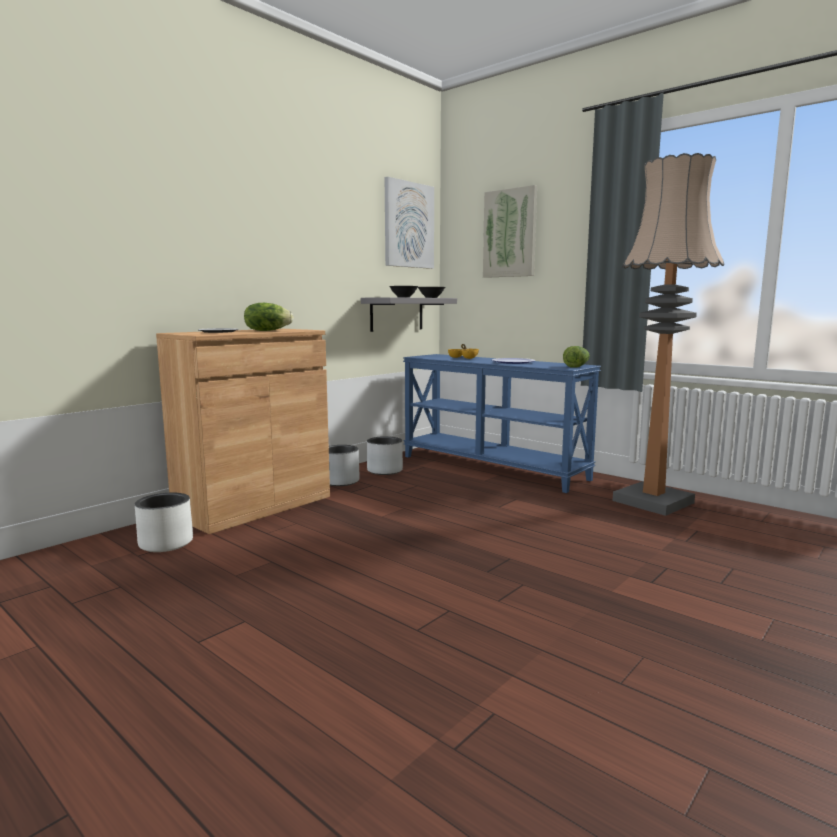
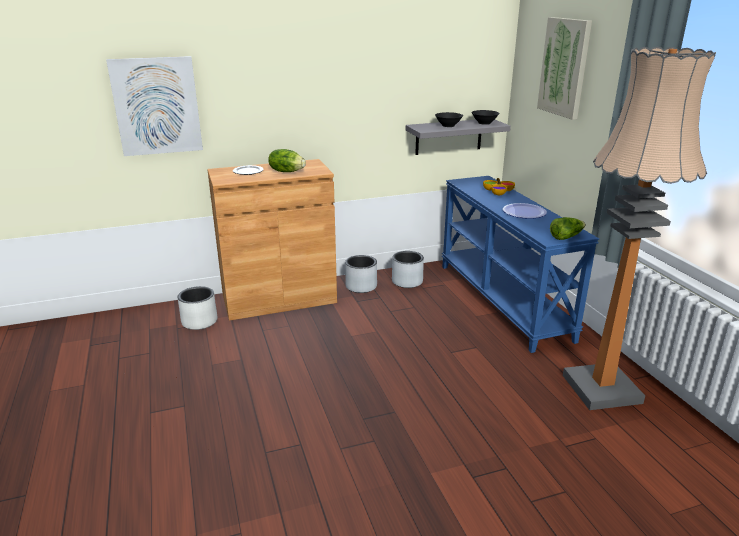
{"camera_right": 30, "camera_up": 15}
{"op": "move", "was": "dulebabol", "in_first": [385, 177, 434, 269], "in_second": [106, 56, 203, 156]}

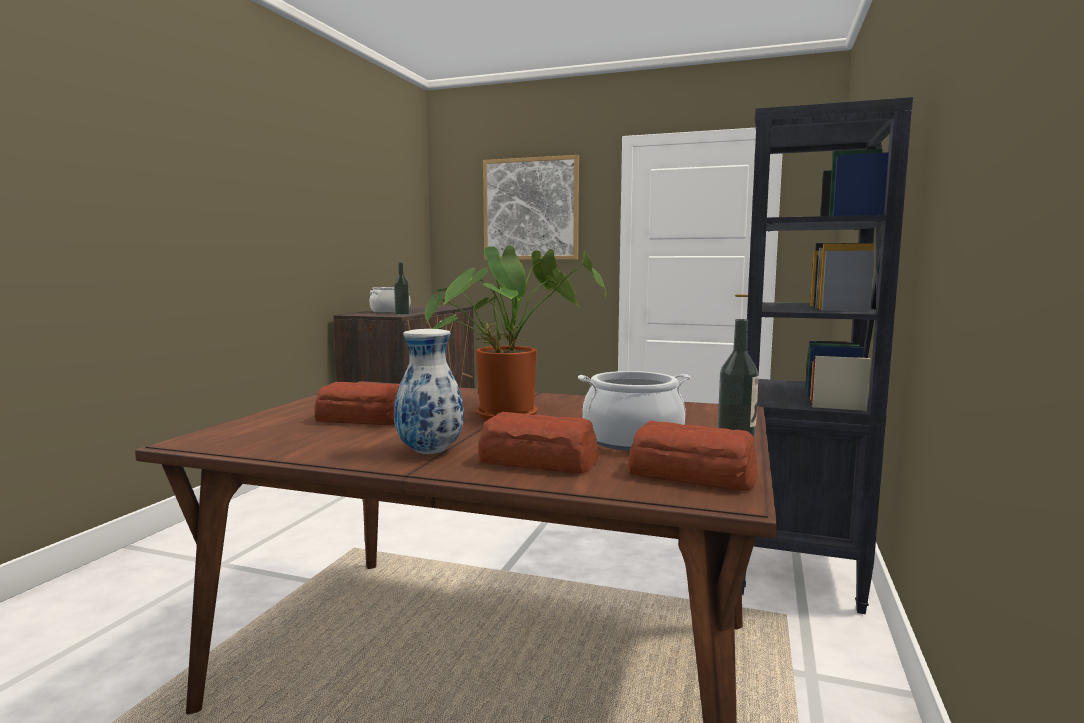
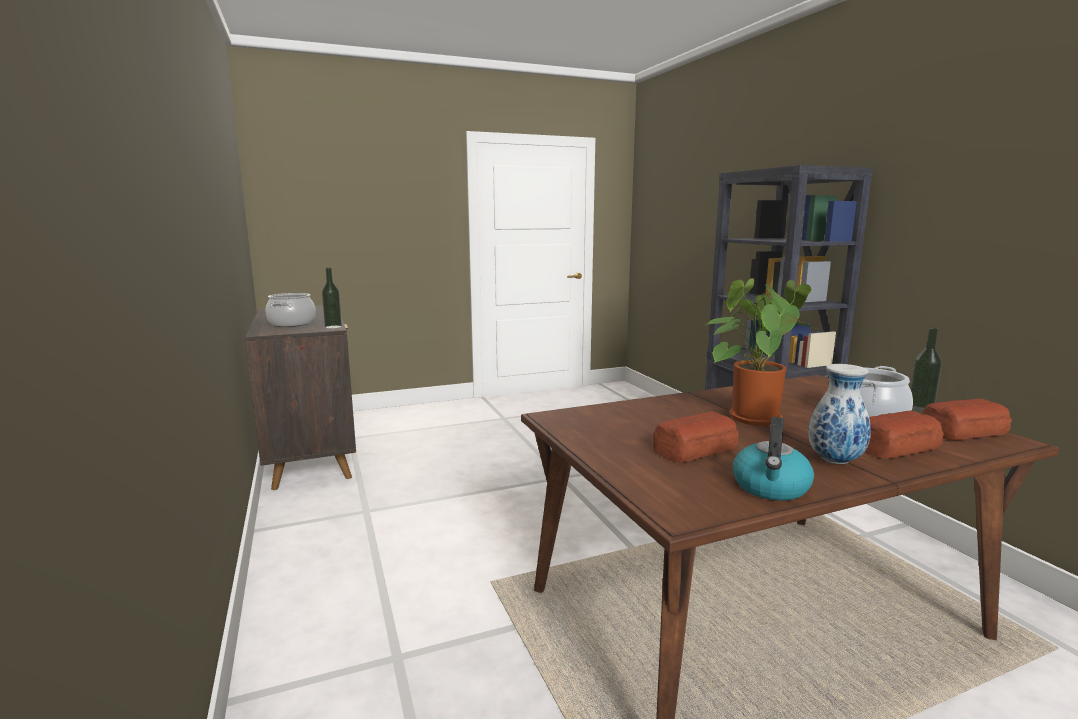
{"camera_right": -40, "camera_up": 5}
{"op": "delete", "was": "dulebabol", "in_first": [483, 155, 579, 260]}
{"op": "insert", "now": "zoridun", "in_second": [733, 417, 814, 501]}

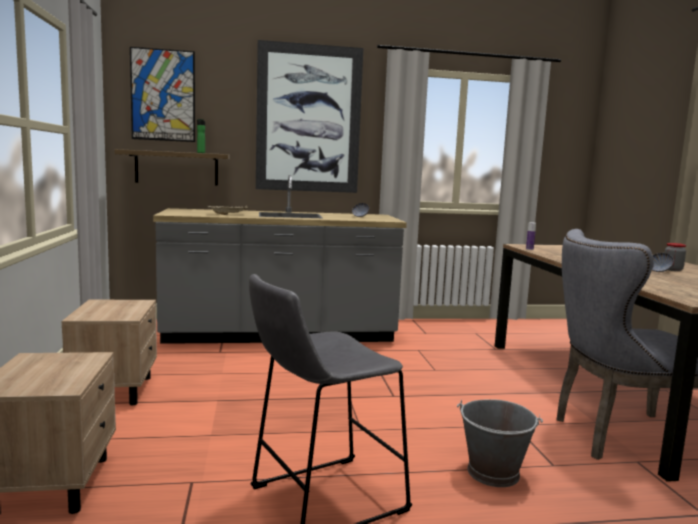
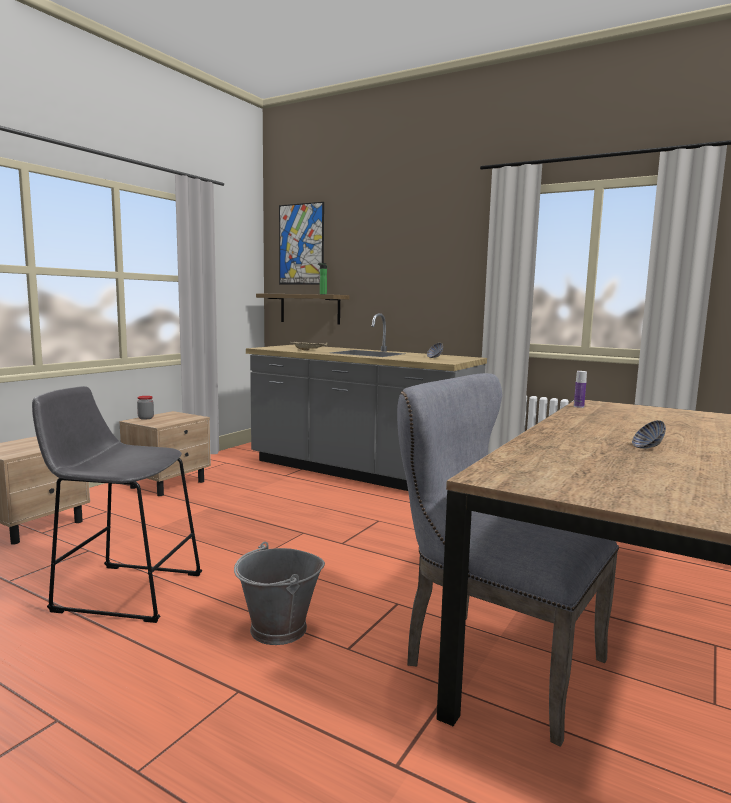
{"camera_right": 40, "camera_up": 0}
{"op": "delete", "was": "dulebabol", "in_first": [256, 40, 363, 193]}
{"op": "move", "was": "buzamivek", "in_first": [665, 243, 686, 271], "in_second": [137, 396, 154, 420]}

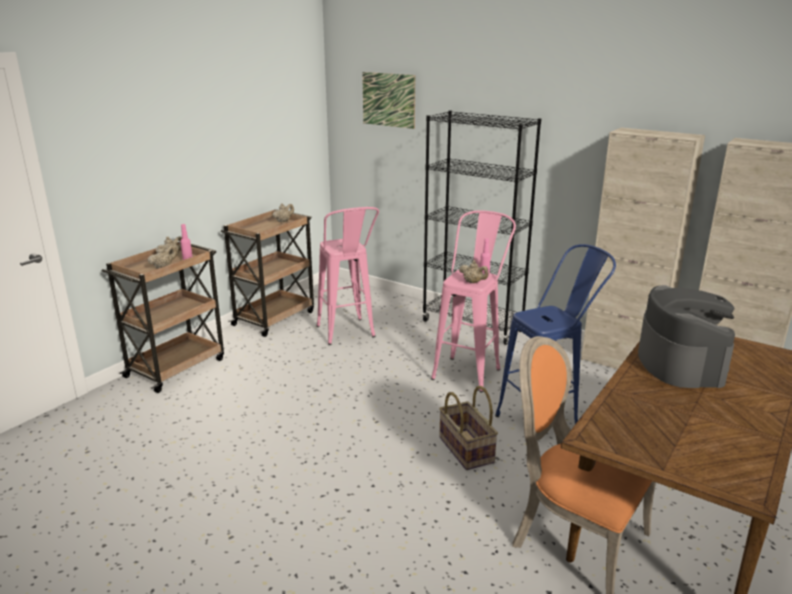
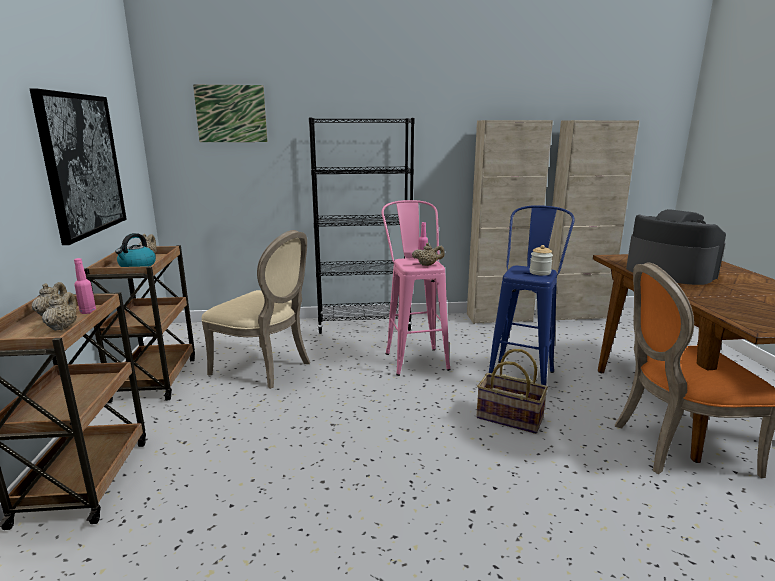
{"camera_right": -40, "camera_up": -5}
{"op": "replace", "was": "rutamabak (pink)", "now": "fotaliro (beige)", "in_first": [317, 207, 379, 345], "in_second": [201, 230, 310, 389]}
{"op": "insert", "now": "dulebabol", "in_second": [30, 89, 127, 245]}
{"op": "insert", "now": "zoridun", "in_second": [115, 233, 156, 267]}
{"op": "insert", "now": "buzamivek", "in_second": [530, 245, 553, 276]}

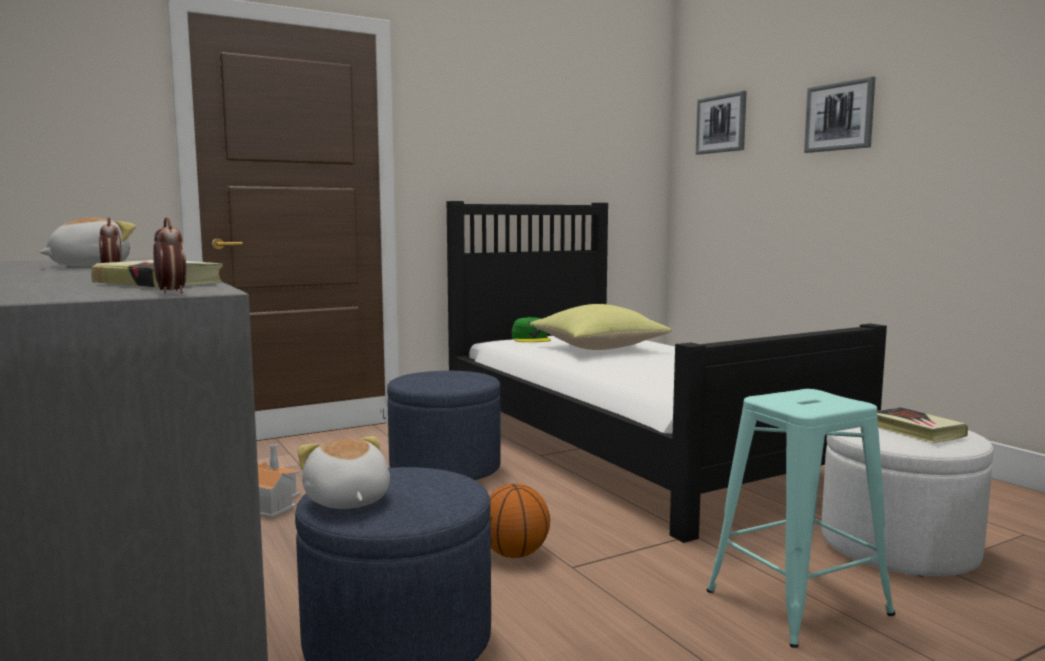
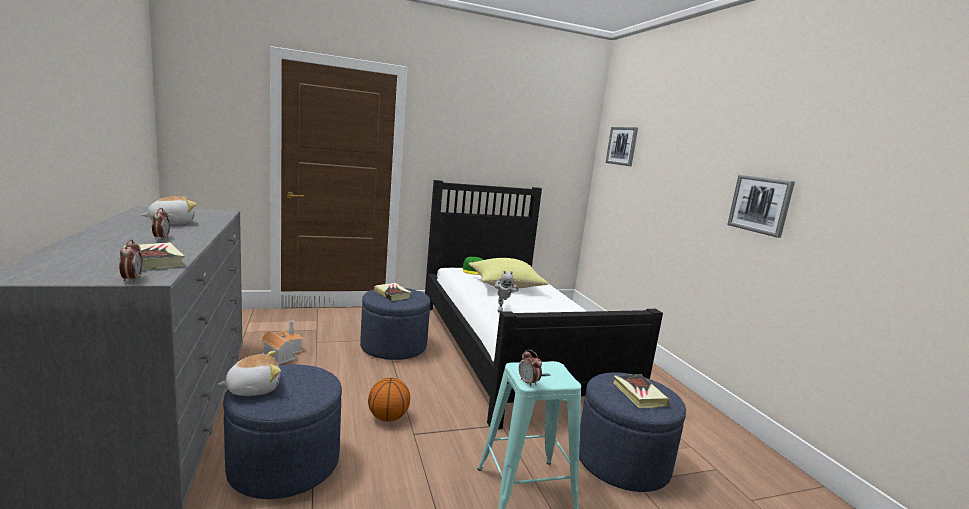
{"camera_right": 10, "camera_up": 5}
{"op": "rotate", "was": "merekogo", "in_first": [297, 436, 390, 509], "in_second": [218, 351, 281, 396], "clockwise": 75}
{"op": "move", "was": "dulebabol", "in_first": [804, 76, 875, 153], "in_second": [727, 175, 795, 238]}
{"op": "recolor", "was": "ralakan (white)", "now": "ralakan (blue)", "in_first": [821, 427, 994, 576], "in_second": [579, 372, 686, 492]}
{"op": "insert", "now": "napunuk", "in_second": [374, 283, 411, 301]}
{"op": "insert", "now": "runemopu", "in_second": [494, 271, 519, 313]}
{"op": "insert", "now": "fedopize", "in_second": [519, 350, 542, 387]}

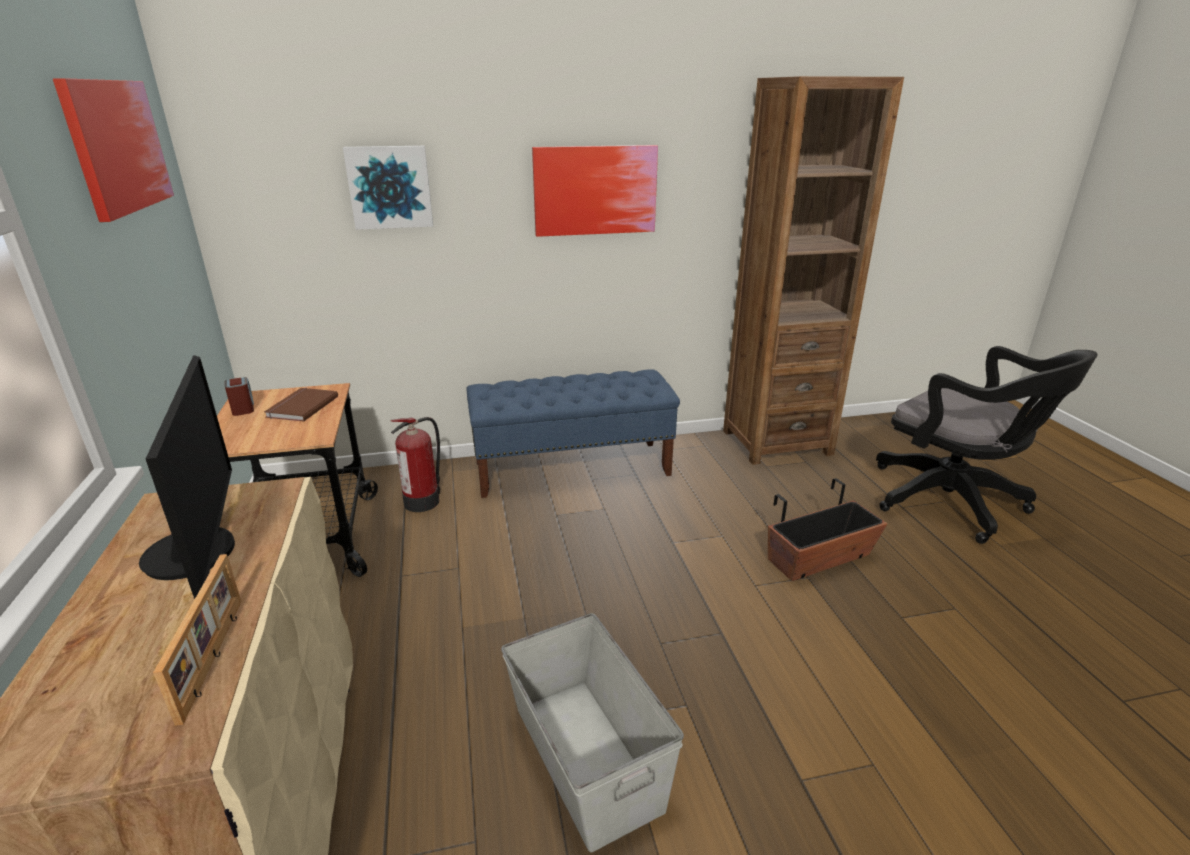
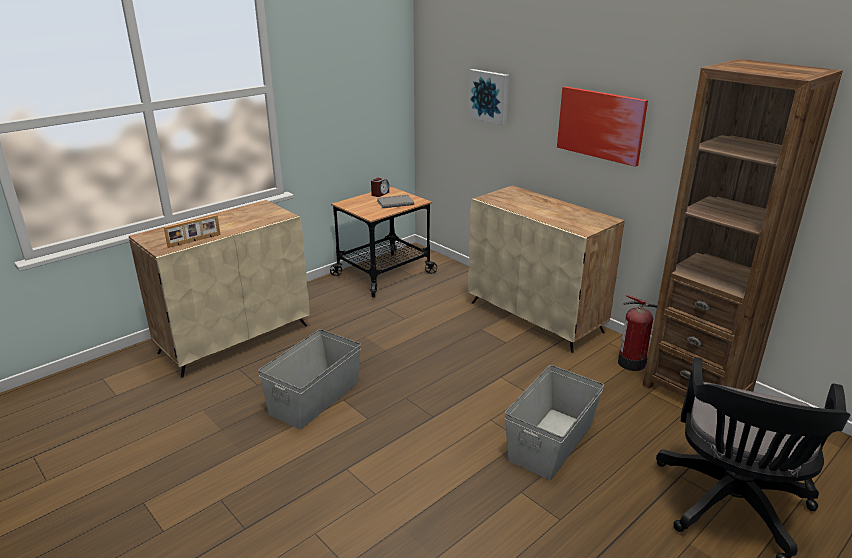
{"camera_right": 60, "camera_up": 0}
{"op": "delete", "was": "dulebabol", "in_first": [53, 78, 174, 222]}
{"op": "delete", "was": "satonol", "in_first": [139, 355, 235, 599]}
{"op": "recolor", "was": "napunuk (brown)", "now": "napunuk (grey)", "in_first": [264, 388, 338, 422], "in_second": [377, 194, 414, 208]}
{"op": "move", "was": "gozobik", "in_first": [390, 417, 440, 512], "in_second": [618, 295, 657, 371]}
{"op": "replace", "was": "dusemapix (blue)", "now": "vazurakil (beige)", "in_first": [466, 369, 680, 498], "in_second": [468, 185, 625, 353]}
{"op": "replace", "was": "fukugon", "now": "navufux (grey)", "in_first": [768, 478, 887, 581], "in_second": [505, 365, 604, 480]}

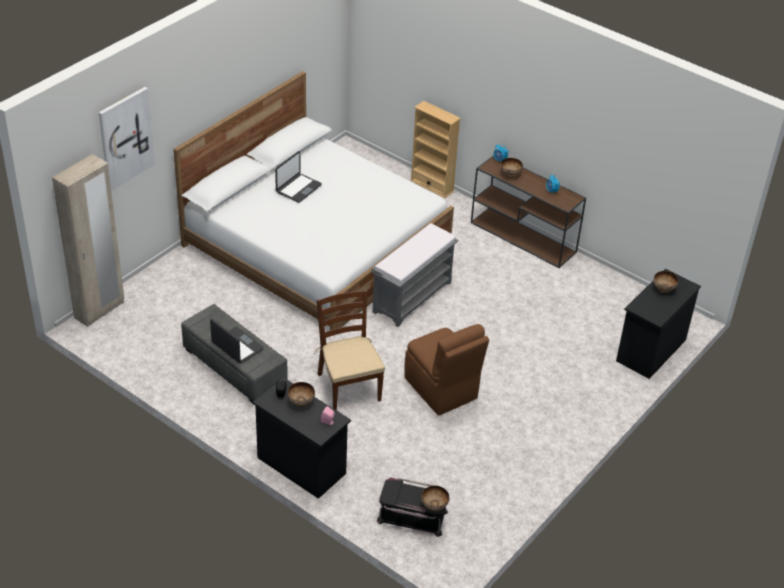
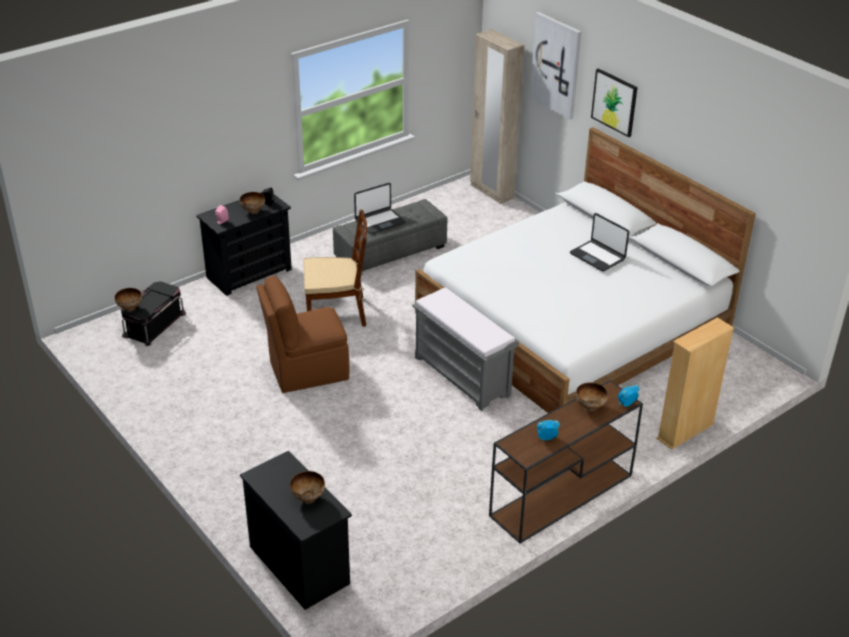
{"camera_right": 105, "camera_up": -5}
{"op": "insert", "now": "dulebabol", "in_second": [591, 68, 638, 137]}

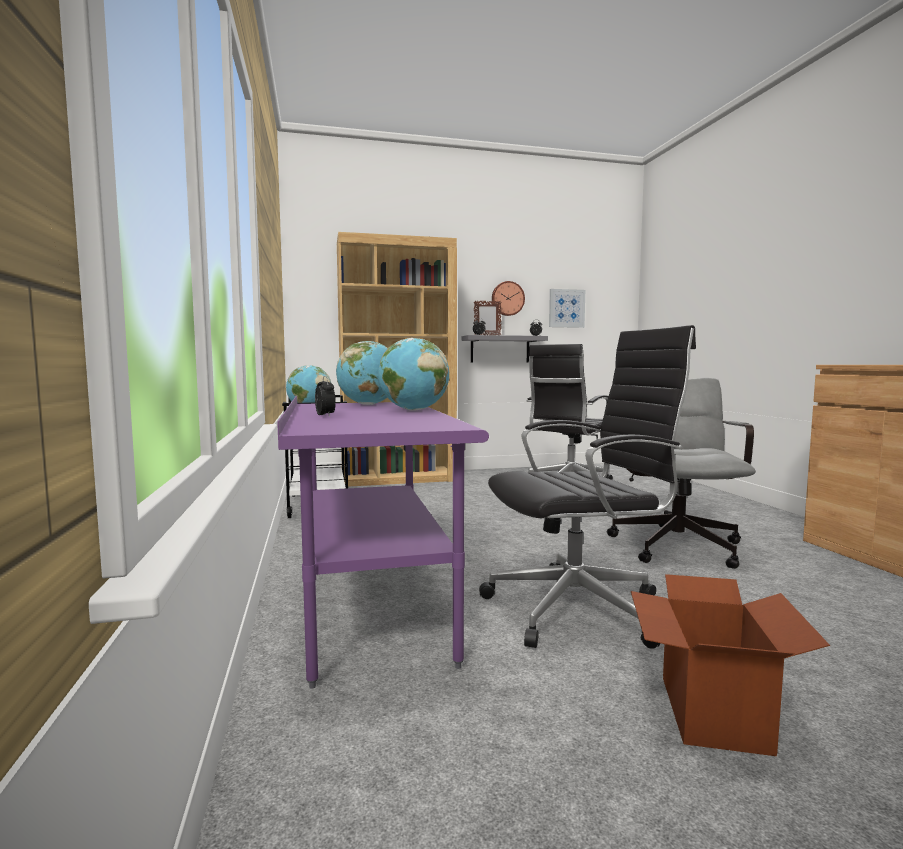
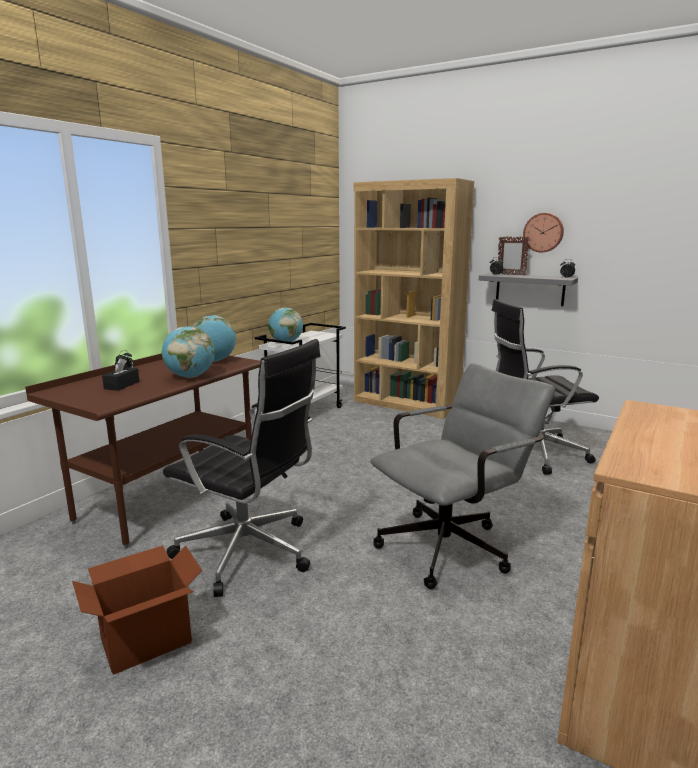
{"camera_right": 45, "camera_up": 10}
{"op": "recolor", "was": "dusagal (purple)", "now": "dusagal (brown)", "in_first": [277, 396, 489, 689], "in_second": [25, 353, 260, 549]}
{"op": "delete", "was": "dulebabol", "in_first": [549, 289, 585, 328]}
{"op": "insert", "now": "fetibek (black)", "in_second": [102, 358, 139, 391]}

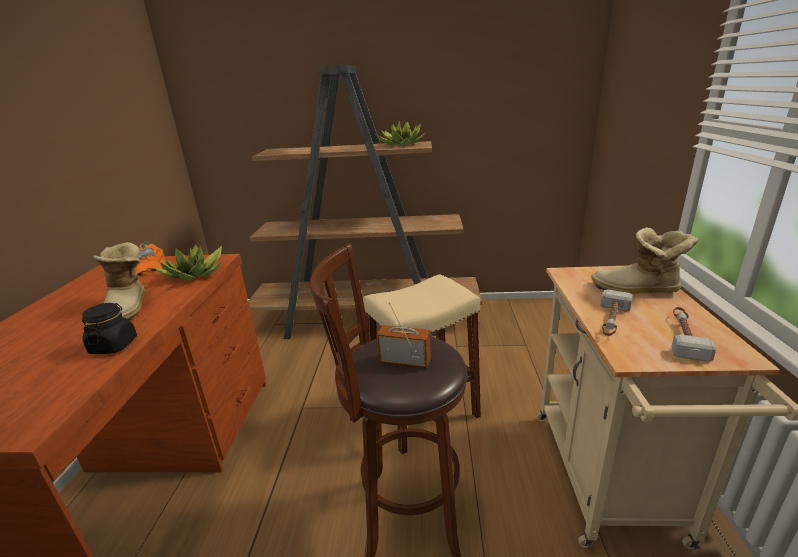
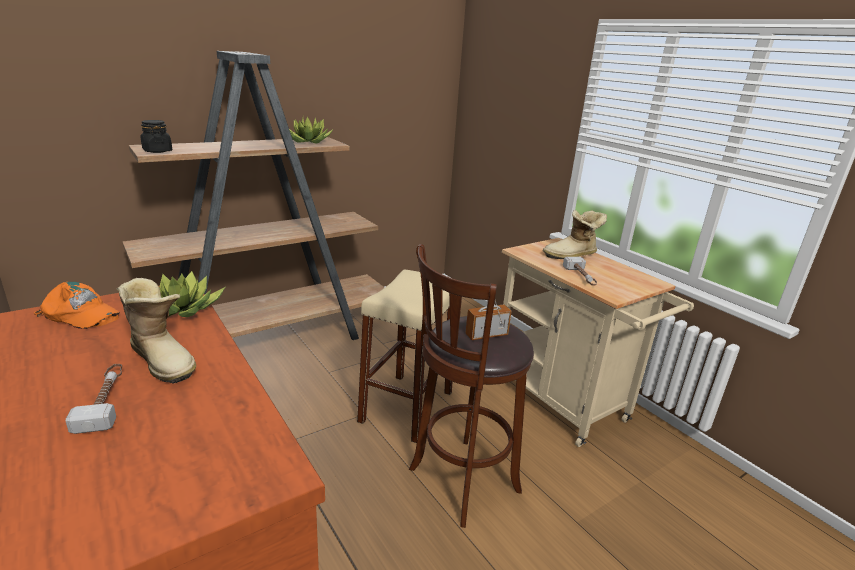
{"camera_right": -40, "camera_up": 0}
{"op": "move", "was": "buzamivek (black)", "in_first": [82, 303, 137, 354], "in_second": [141, 120, 172, 153]}
{"op": "move", "was": "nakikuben", "in_first": [672, 307, 716, 362], "in_second": [66, 364, 122, 434]}

